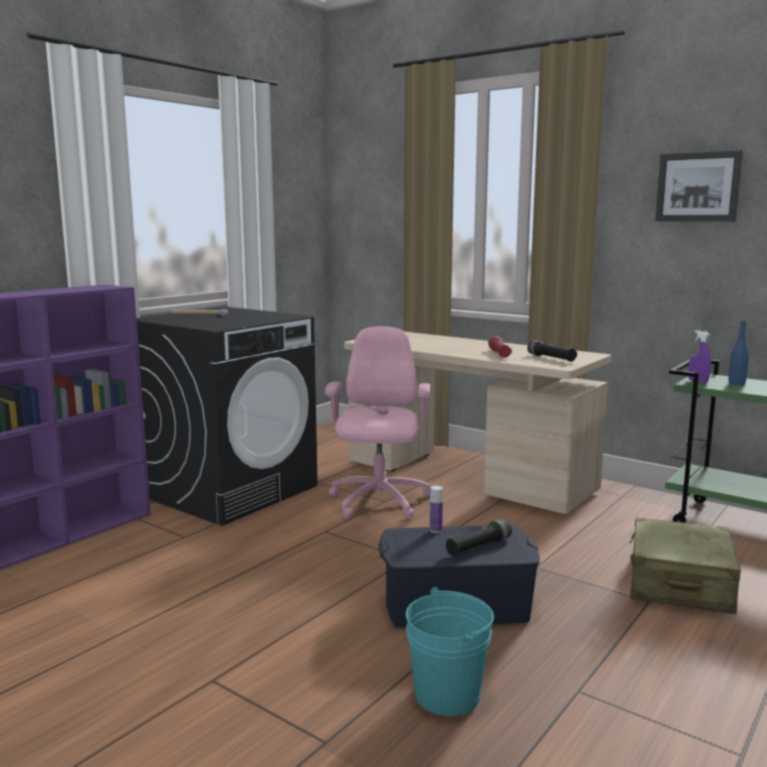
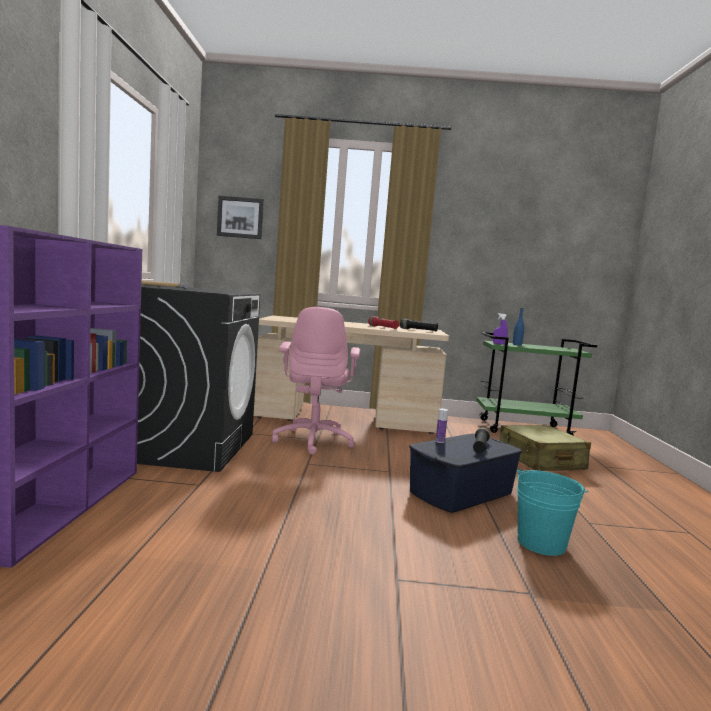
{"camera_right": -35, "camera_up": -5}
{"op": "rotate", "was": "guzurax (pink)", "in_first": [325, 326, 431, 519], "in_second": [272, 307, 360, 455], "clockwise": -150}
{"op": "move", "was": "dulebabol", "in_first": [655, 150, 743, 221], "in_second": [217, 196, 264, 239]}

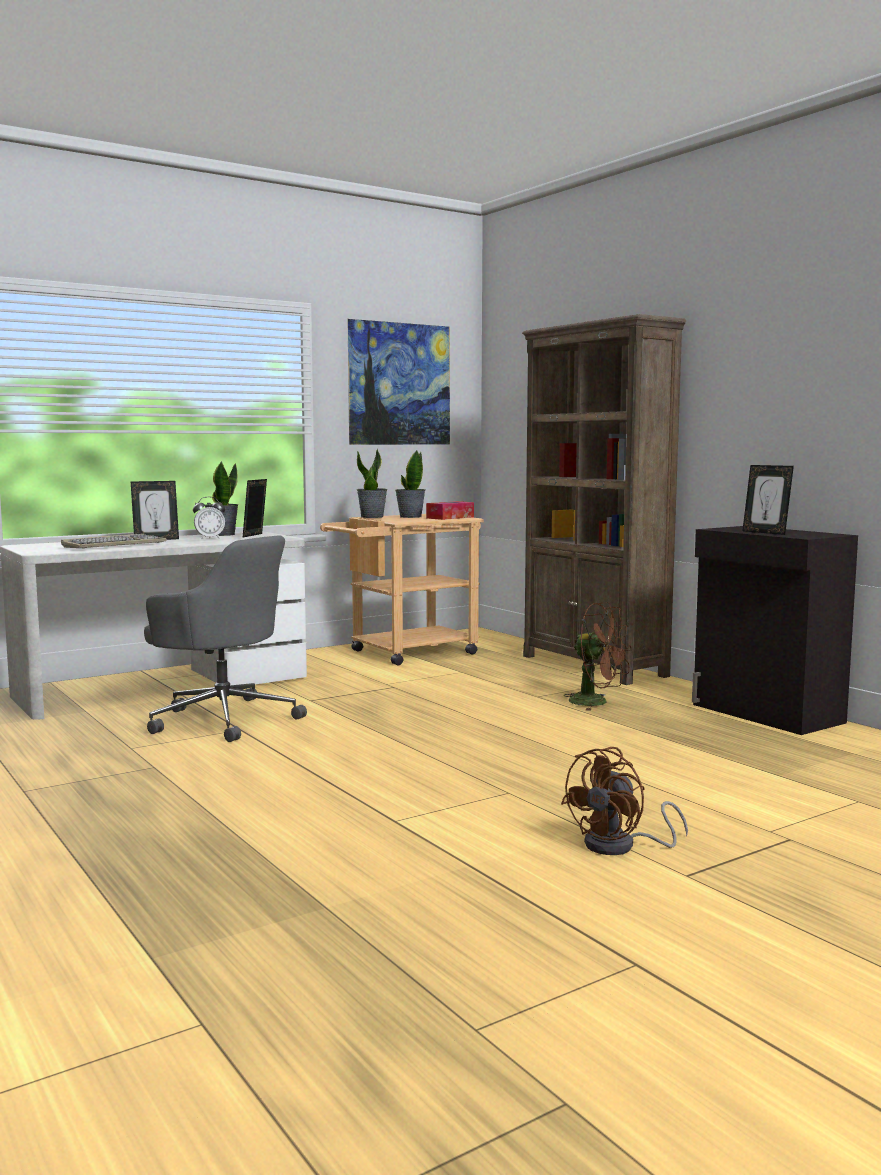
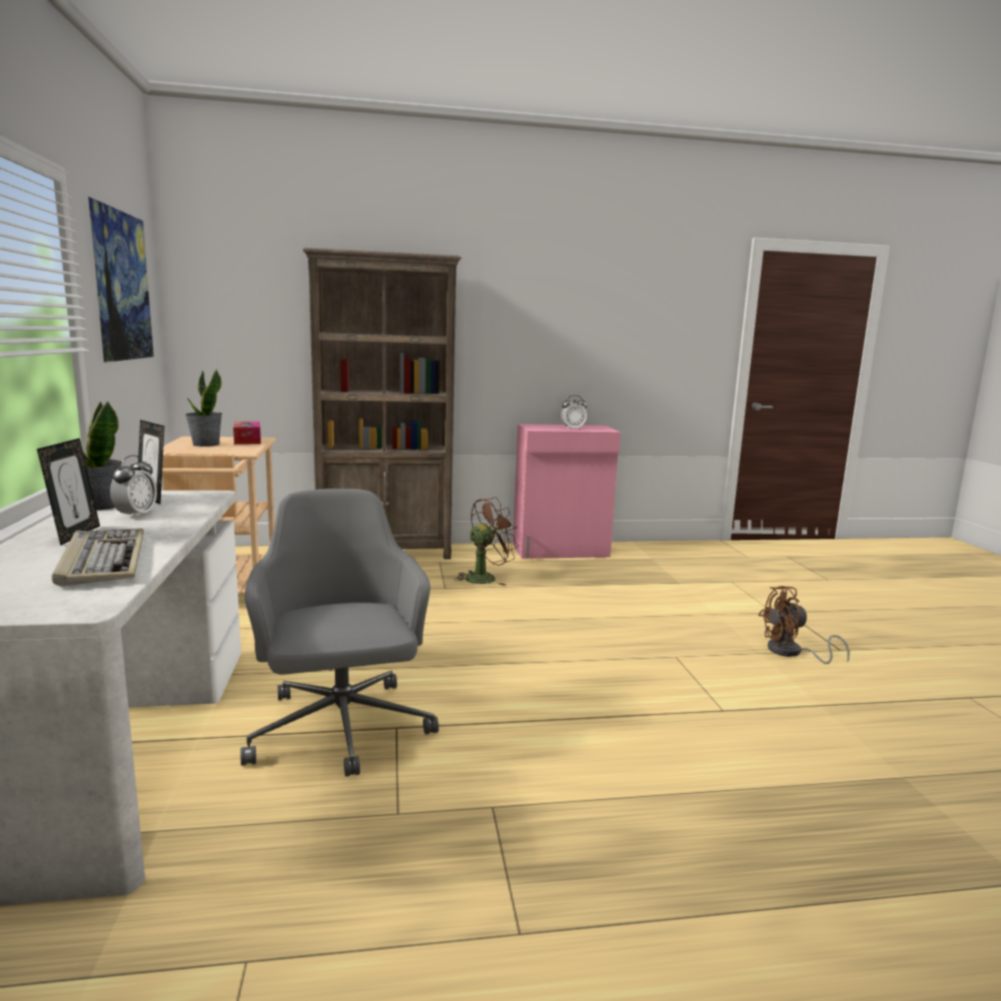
{"camera_right": -65, "camera_up": 5}
{"op": "rotate", "was": "guzurax (grey)", "in_first": [144, 536, 307, 742], "in_second": [240, 489, 439, 777], "clockwise": -75}
{"op": "delete", "was": "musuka", "in_first": [357, 448, 388, 518]}
{"op": "rotate", "was": "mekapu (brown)", "in_first": [561, 747, 688, 855], "in_second": [758, 586, 850, 664], "clockwise": 105}
{"op": "recolor", "was": "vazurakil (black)", "now": "vazurakil (pink)", "in_first": [692, 526, 858, 735], "in_second": [513, 424, 621, 559]}
{"op": "replace", "was": "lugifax", "now": "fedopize", "in_first": [742, 465, 794, 535], "in_second": [561, 395, 587, 430]}

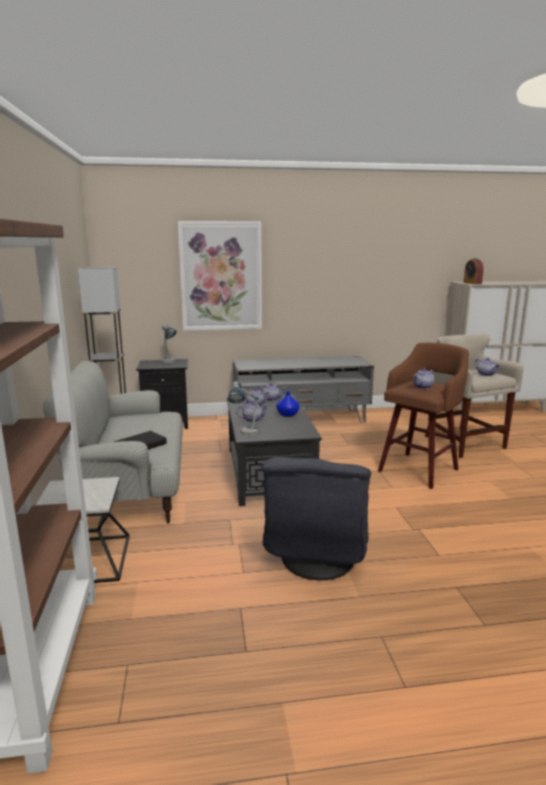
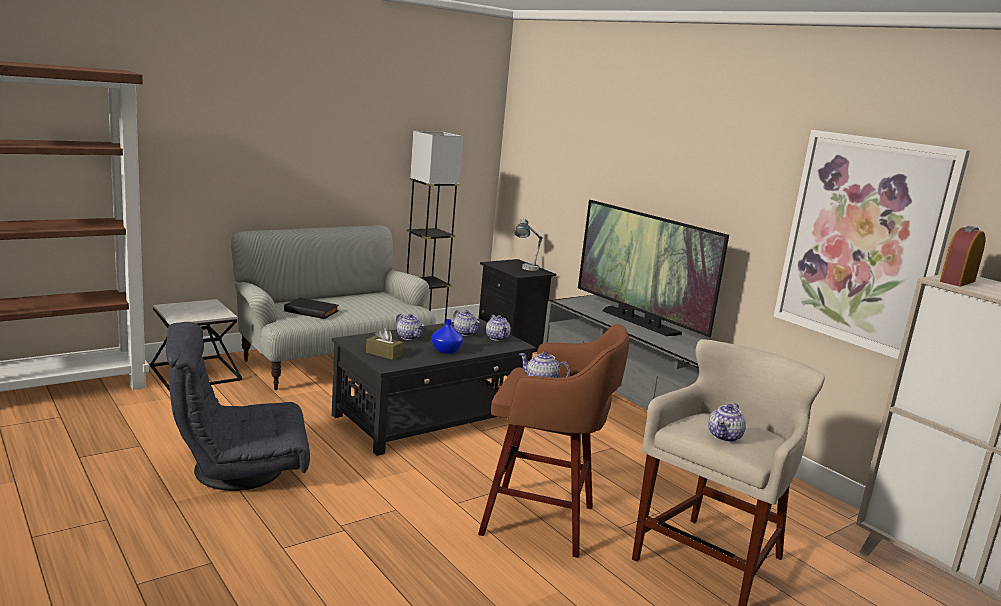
{"camera_right": 60, "camera_up": 0}
{"op": "move", "was": "dulebabol", "in_first": [178, 221, 262, 331], "in_second": [774, 130, 970, 359]}
{"op": "delete", "was": "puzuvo", "in_first": [228, 381, 259, 436]}
{"op": "insert", "now": "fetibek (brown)", "in_second": [366, 328, 403, 360]}
{"op": "insert", "now": "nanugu", "in_second": [578, 200, 729, 337]}

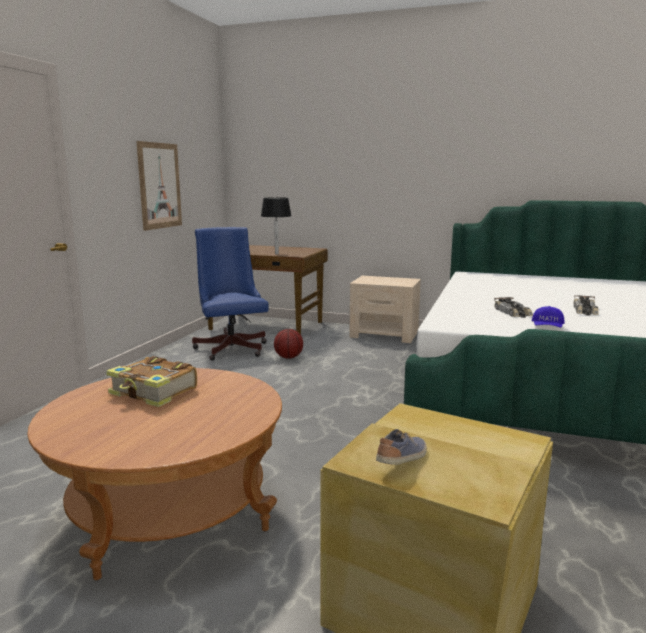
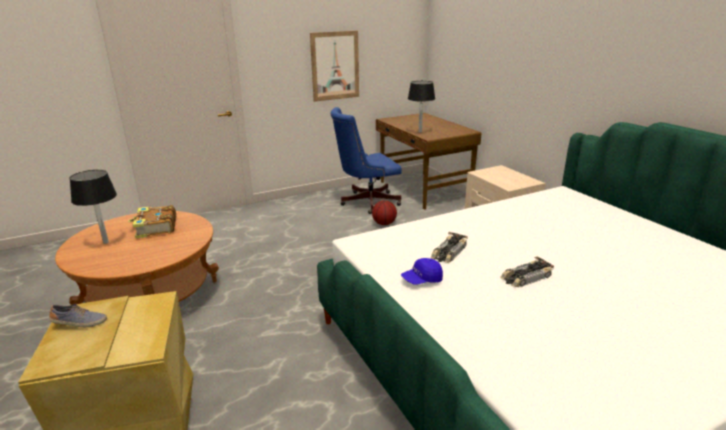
{"camera_right": 45, "camera_up": 10}
{"op": "rotate", "was": "guzurax (blue)", "in_first": [192, 227, 269, 361], "in_second": [330, 107, 402, 214], "clockwise": -135}
{"op": "insert", "now": "puzuvo (black)", "in_second": [70, 170, 117, 244]}

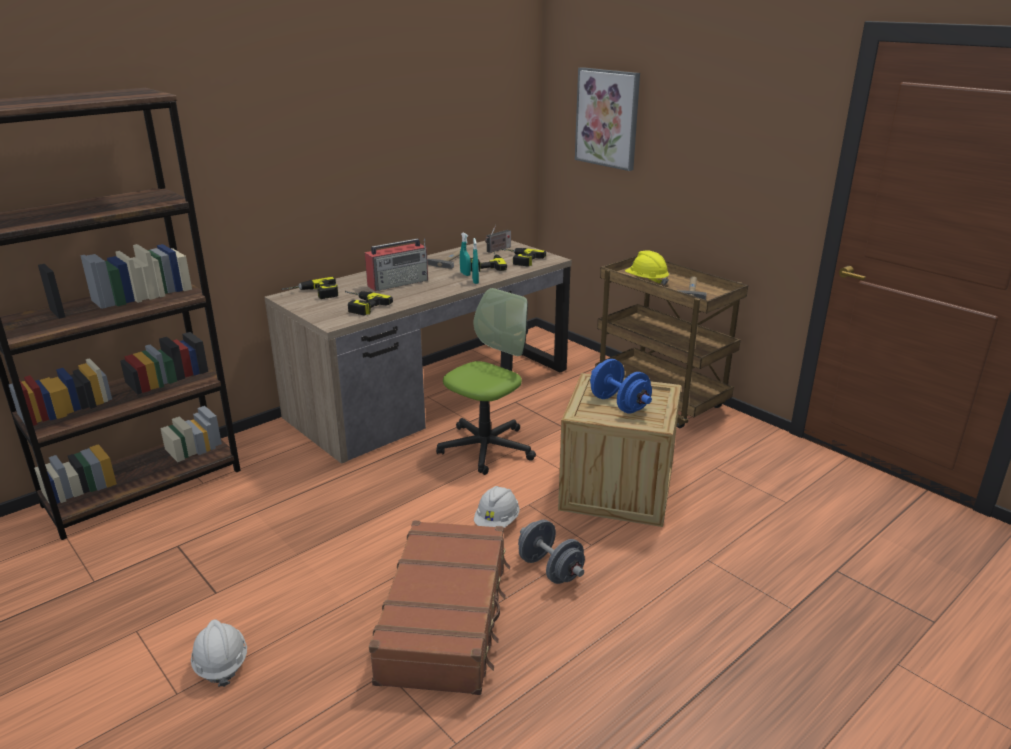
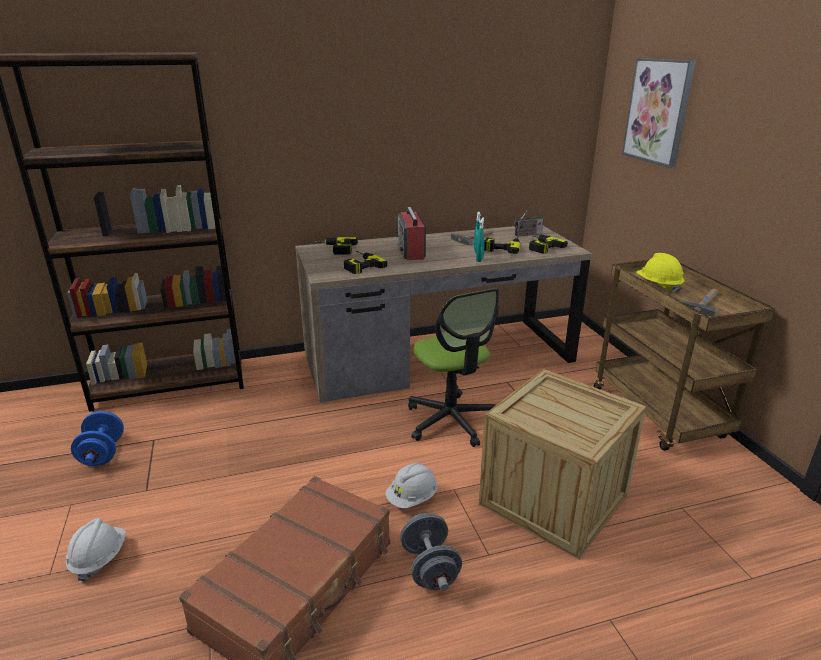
{"camera_right": 25, "camera_up": 0}
{"op": "rotate", "was": "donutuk", "in_first": [365, 238, 428, 291], "in_second": [396, 207, 426, 260], "clockwise": 90}
{"op": "rotate", "was": "guzurax", "in_first": [436, 288, 536, 475], "in_second": [408, 288, 499, 447], "clockwise": 90}
{"op": "move", "was": "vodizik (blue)", "in_first": [590, 359, 652, 413], "in_second": [71, 411, 124, 466]}

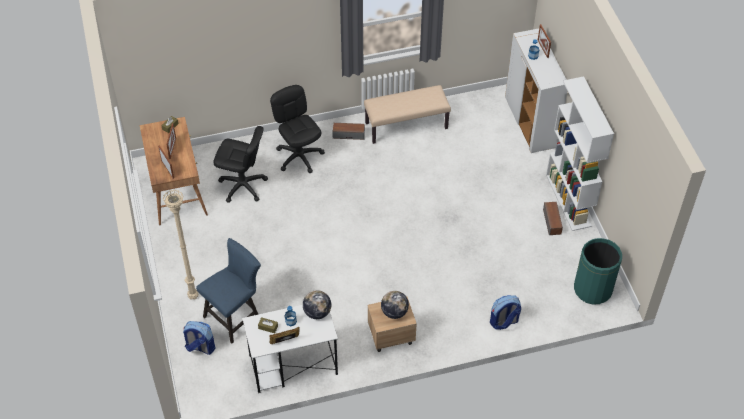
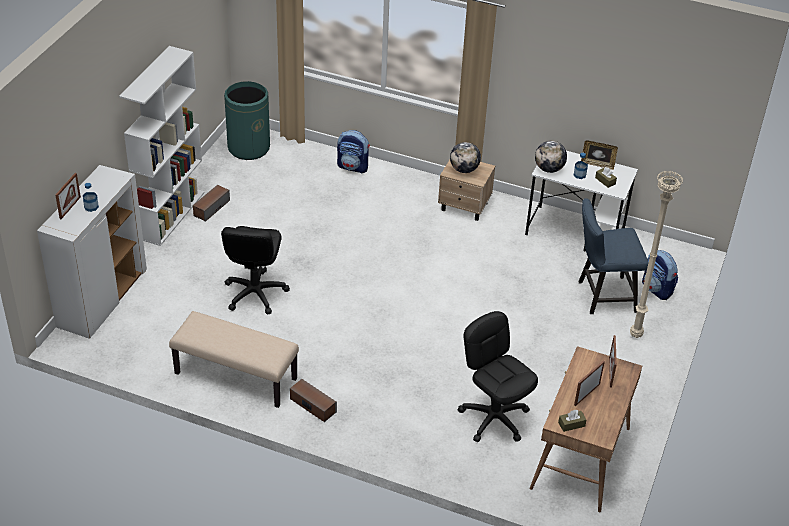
{"camera_right": -145, "camera_up": -10}
{"op": "move", "was": "guzurax (black)", "in_first": [270, 85, 325, 173], "in_second": [221, 226, 290, 314]}

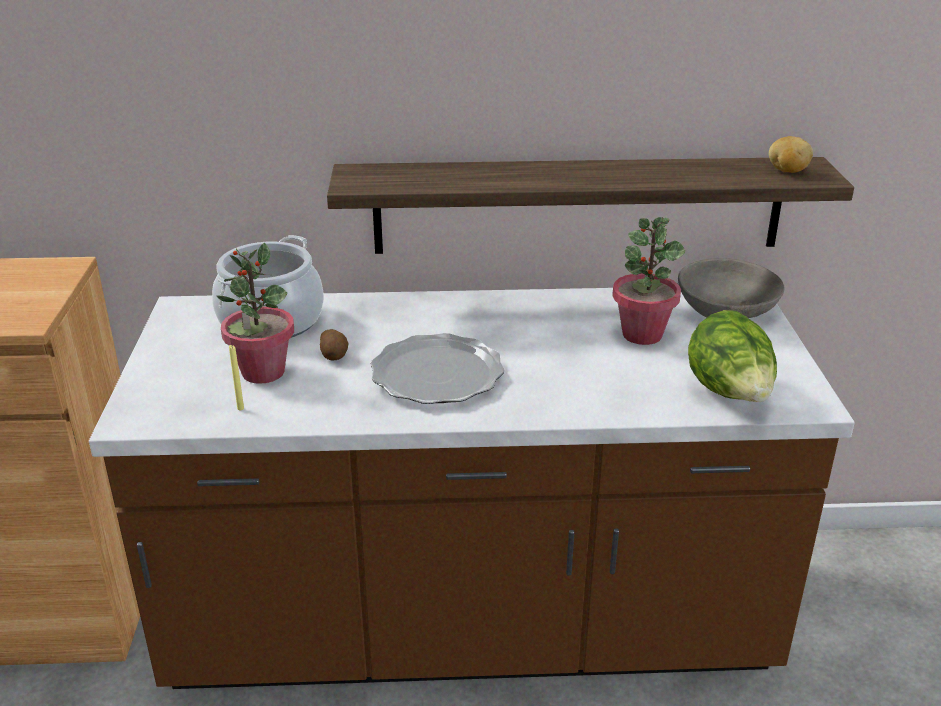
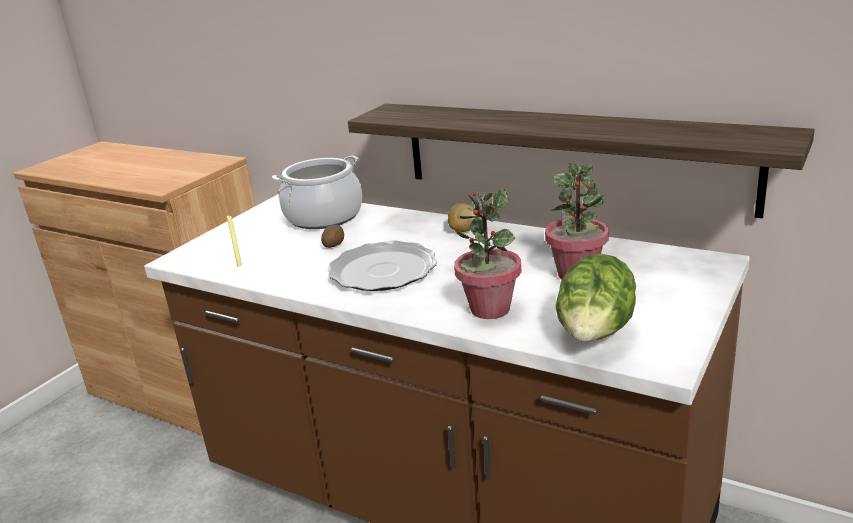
{"camera_right": 35, "camera_up": -5}
{"op": "move", "was": "musuka", "in_first": [216, 243, 294, 384], "in_second": [454, 188, 521, 319]}
{"op": "delete", "was": "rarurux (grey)", "in_first": [678, 258, 784, 318]}
{"op": "move", "was": "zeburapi", "in_first": [769, 136, 813, 173], "in_second": [448, 203, 477, 232]}

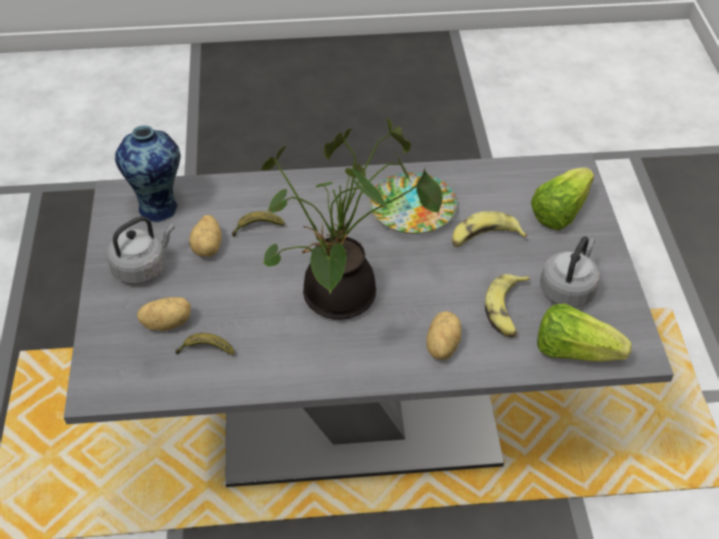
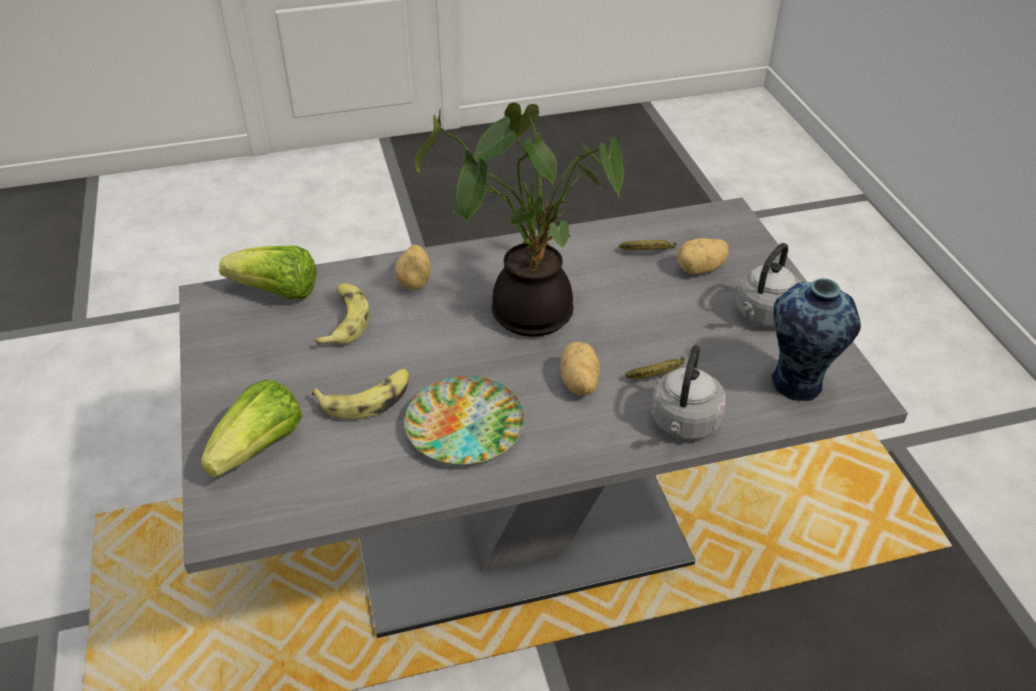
{"camera_right": 170, "camera_up": -5}
{"op": "move", "was": "zeburapi", "in_first": [189, 215, 222, 257], "in_second": [561, 342, 600, 396]}
{"op": "move", "was": "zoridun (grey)", "in_first": [540, 236, 600, 308], "in_second": [651, 345, 726, 440]}

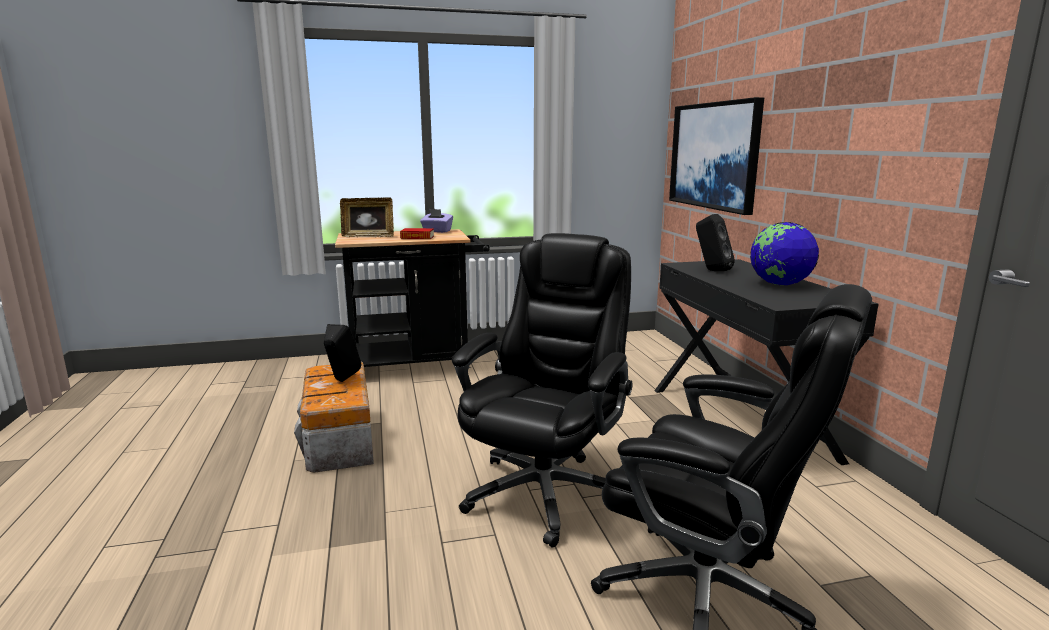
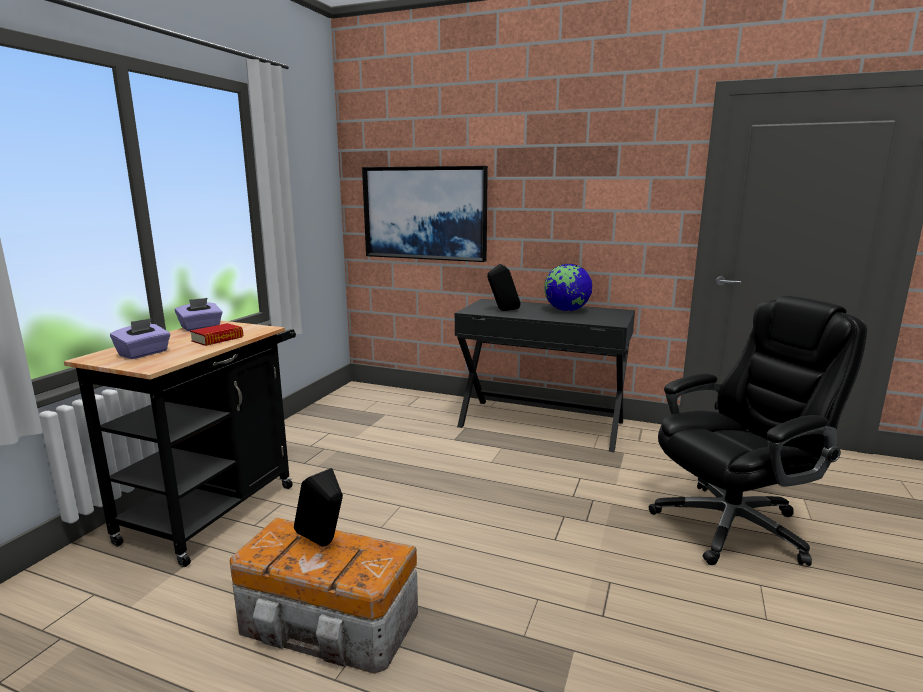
{"camera_right": -55, "camera_up": 0}
{"op": "replace", "was": "lugifax", "now": "fetibek (purple)", "in_first": [340, 197, 394, 237], "in_second": [110, 318, 170, 359]}
{"op": "delete", "was": "guzurax (black)", "in_first": [452, 233, 632, 548]}

